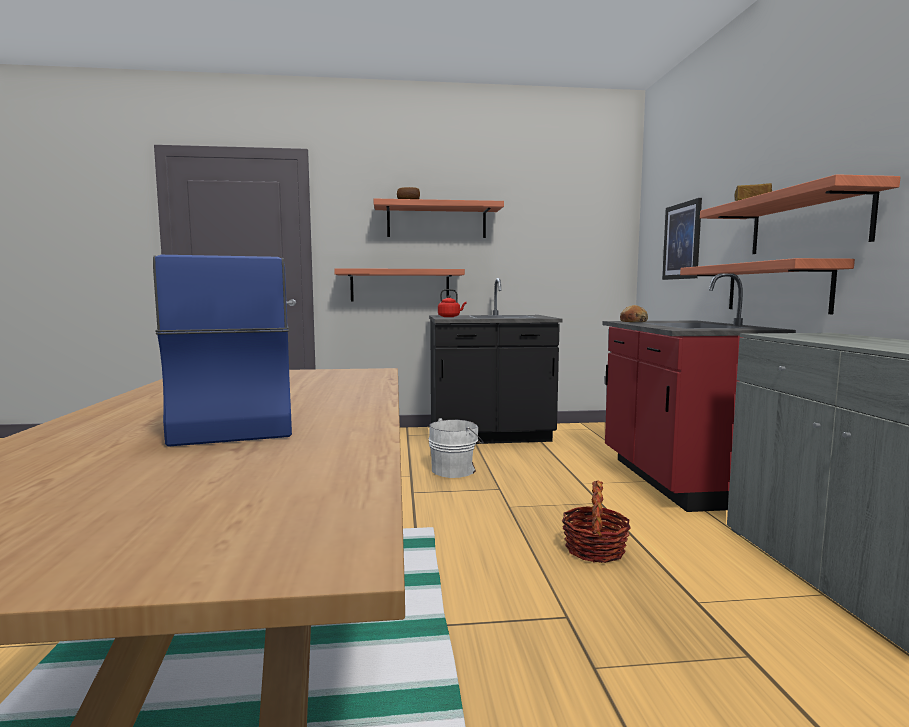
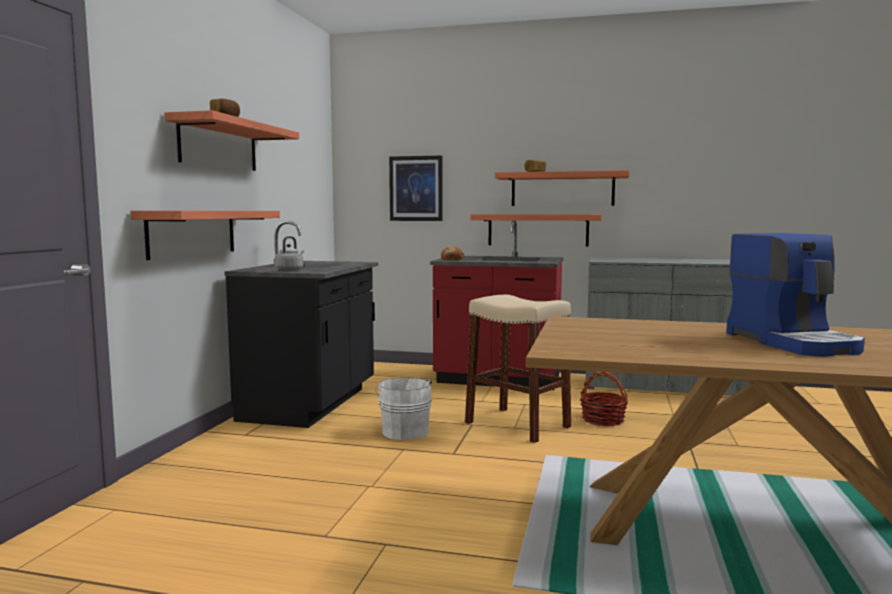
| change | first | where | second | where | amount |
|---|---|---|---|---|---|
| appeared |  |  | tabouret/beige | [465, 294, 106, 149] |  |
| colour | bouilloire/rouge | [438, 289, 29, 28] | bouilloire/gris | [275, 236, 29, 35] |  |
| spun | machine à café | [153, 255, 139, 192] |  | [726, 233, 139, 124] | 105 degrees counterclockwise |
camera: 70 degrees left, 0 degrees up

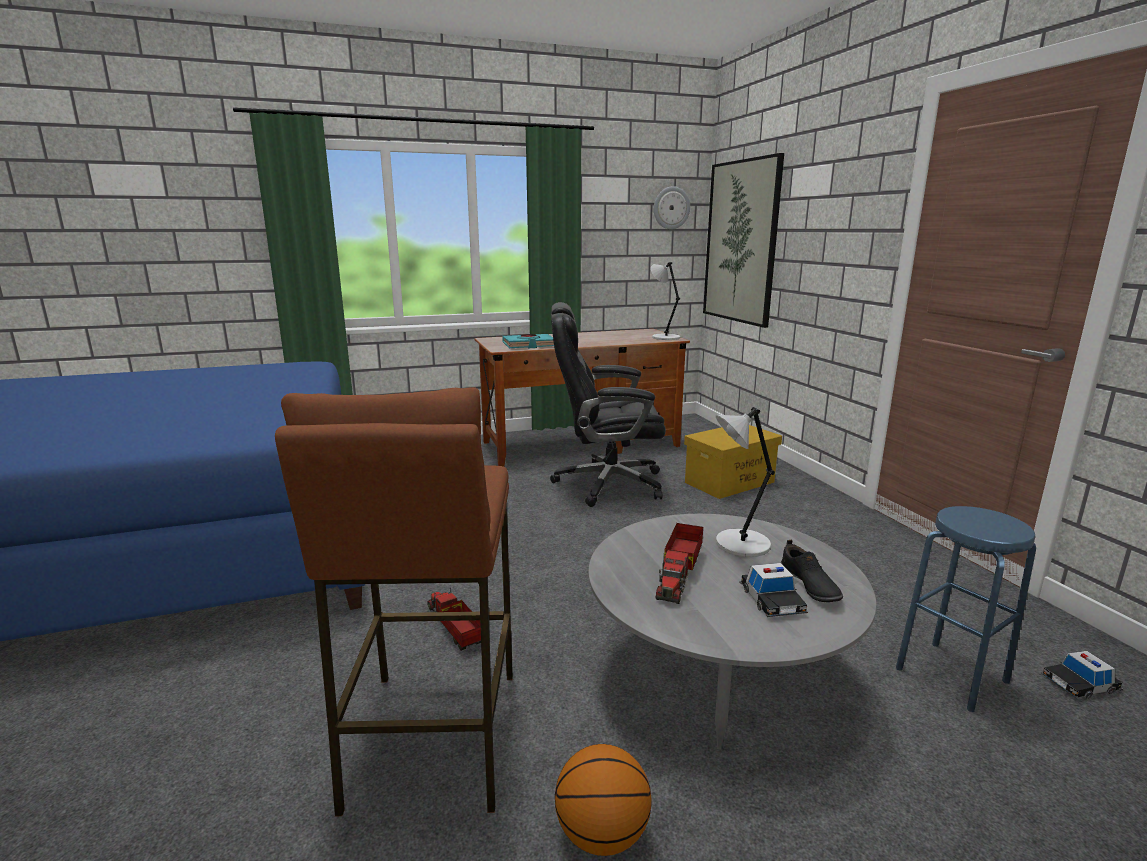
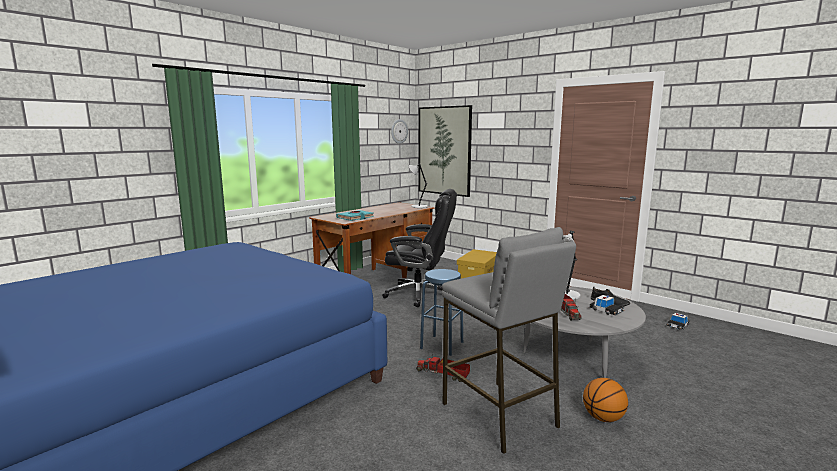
| change | first | where | second | where | amount |
|---|---|---|---|---|---|
| relocated | tabouret/bleu | [896, 506, 140, 206] |  | [420, 269, 43, 87] |  |
| colour | tabouret/marron | [275, 387, 238, 429] | tabouret/gris | [442, 227, 134, 227] |  |
| spun | chaise de bureau/noir | [550, 302, 116, 205] |  | [382, 189, 75, 118] | 135 degrees counterclockwise |
camera: 30 degrees left, 5 degrees down

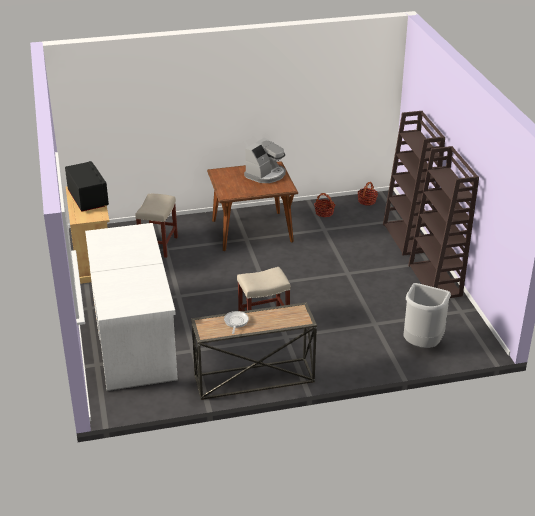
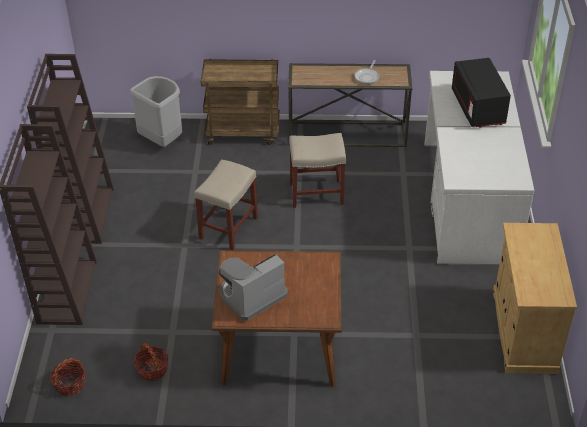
| change | first | where | second | where | amount |
|---|---|---|---|---|---|
| appeared |  |  | chariot/marron | [201, 59, 79, 86] |  |
| relocated | micro-ondes/noir | [65, 161, 44, 51] |  | [452, 58, 59, 69] |  |
| relocated | tabouret/beige | [136, 194, 42, 64] |  | [194, 159, 64, 91] |  |
camera: 165 degrees left, 10 degrees up

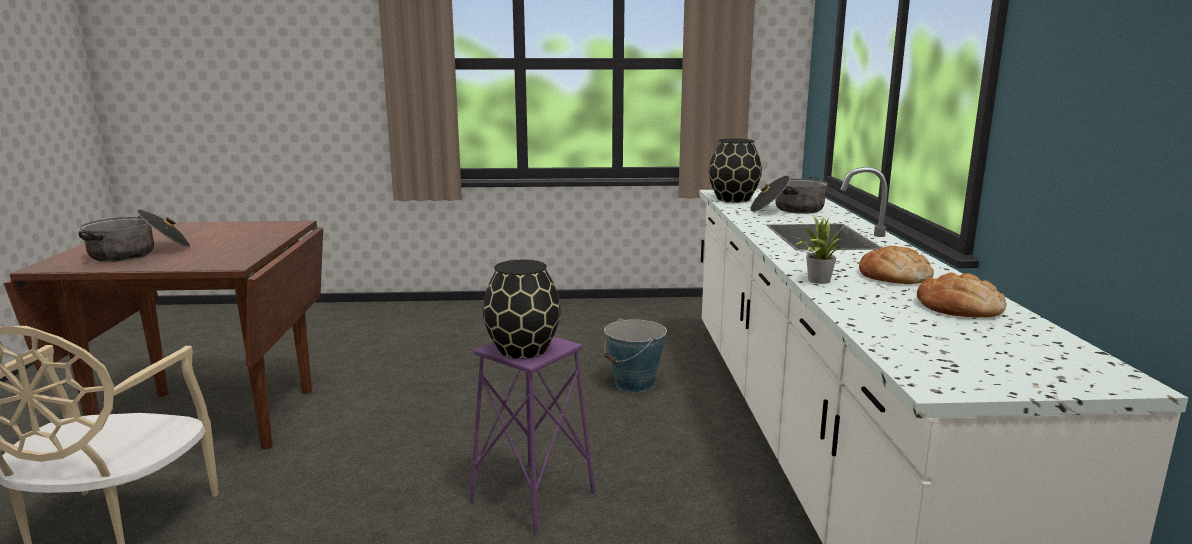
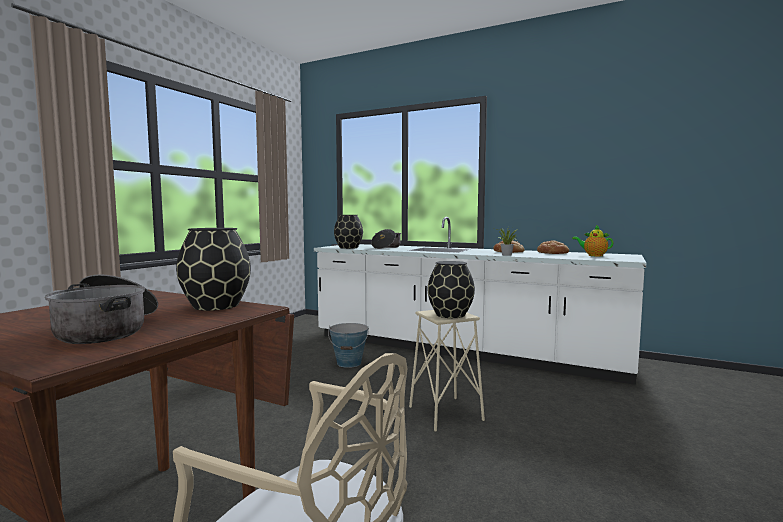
| change | first | where | second | where | amount |
|---|---|---|---|---|---|
| appeared |  |  | vase/noir | [176, 228, 75, 83] |  |
| appeared |  |  | théière | [572, 225, 41, 31] |  |
| colour | tabouret/violet | [470, 337, 125, 198] | tabouret/beige | [409, 310, 76, 122] |  |
camera: 60 degrees left, 10 degrees down

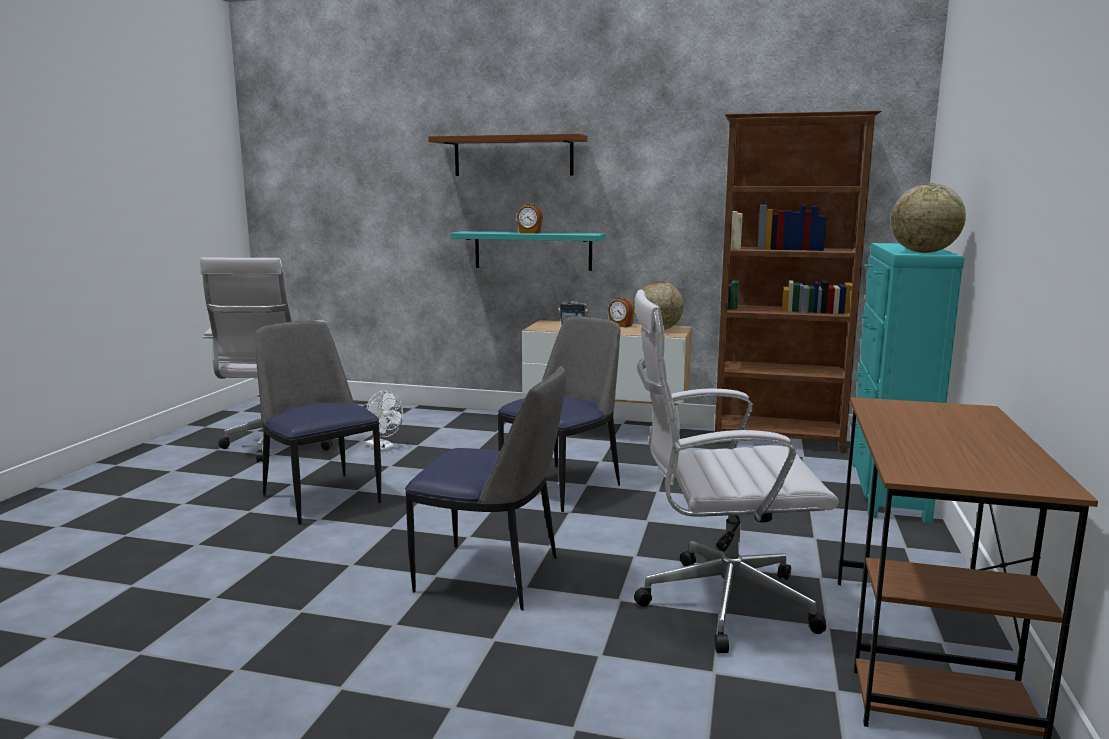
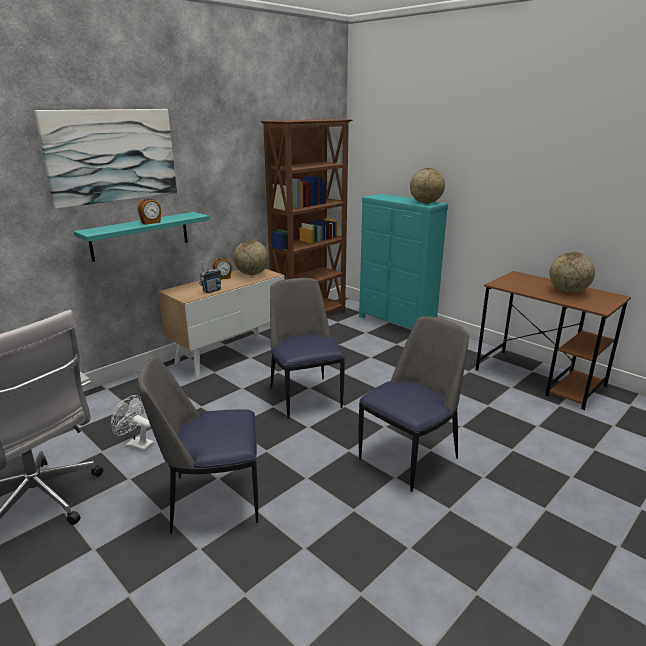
| change | first | where | second | where | amount |
|---|---|---|---|---|---|
| missing | chaise de bureau/blanc | [634, 290, 205, 363] |  |  |  |
| appeared |  |  | globe | [550, 252, 45, 41] |  |
| exchanged | étagère/marron | [428, 134, 160, 42] | tableau | [34, 109, 143, 100] |  |
| spun | ventilateur/blanc | [365, 391, 38, 60] |  | [111, 395, 43, 57] | 135 degrees counterclockwise |
camera: 60 degrees left, 10 degrees up

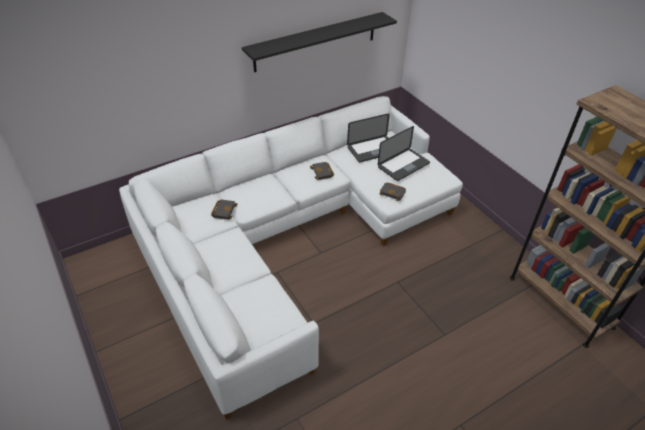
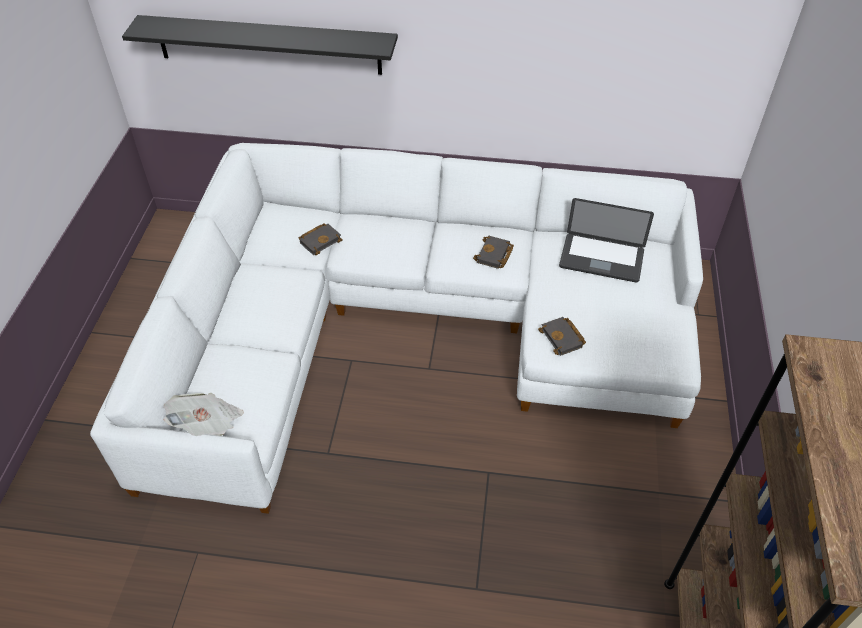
| change | first | where | second | where | amount |
|---|---|---|---|---|---|
| missing | ordinateur portable | [378, 126, 52, 55] |  |  |  |
| appeared |  |  | journal | [163, 393, 81, 43] |  |
| relocated | étagère/noir | [242, 12, 155, 60] |  | [122, 15, 276, 60] |  |
camera: 40 degrees right, 5 degrees up

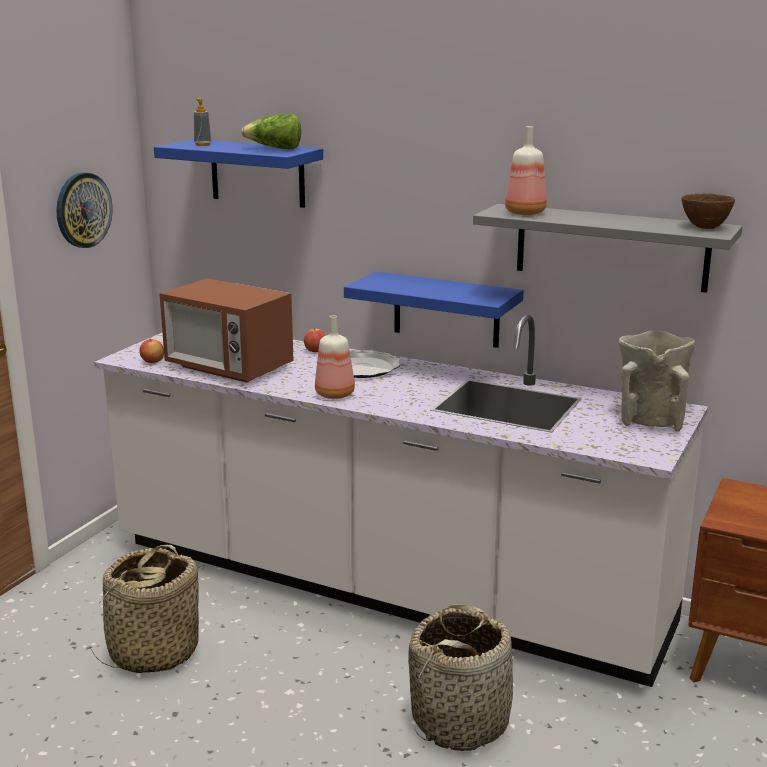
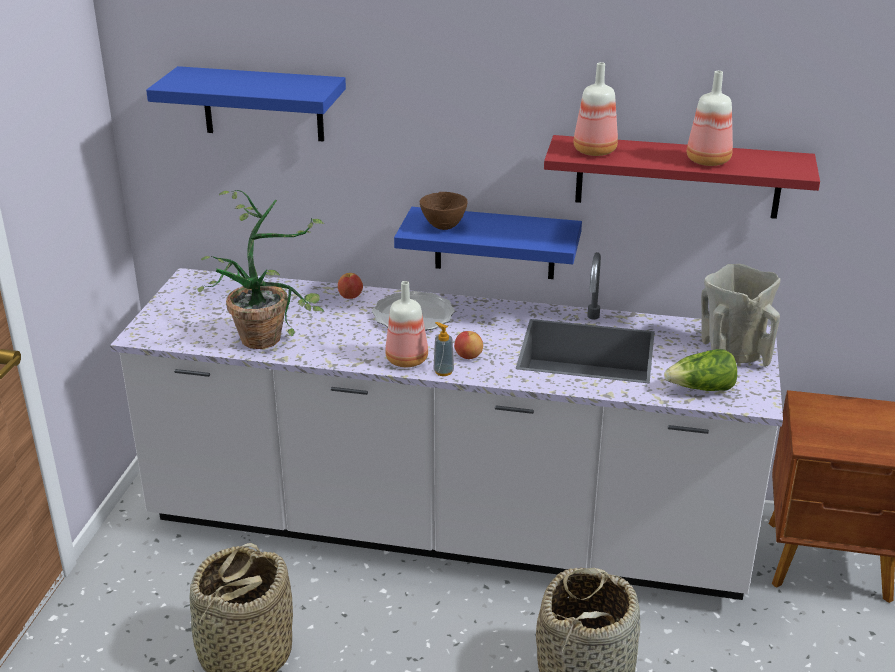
| change | first | where | second | where | amount |
|---|---|---|---|---|---|
| missing | horloge murale | [56, 172, 57, 76] |  |  |  |
| appeared |  |  | bouteille | [687, 71, 46, 95] |  |
| relocated | pomme | [139, 338, 25, 25] |  | [454, 331, 29, 28] |  |
| relocated | distributeur de savon | [194, 98, 17, 48] |  | [433, 322, 21, 54] |  |
| relocated | laitue | [241, 114, 60, 35] |  | [664, 349, 73, 42] |  |
| relocated | bol/marron | [682, 193, 53, 36] |  | [420, 192, 47, 38] |  |
| exchanged | micro-ondes | [159, 278, 135, 104] | plante en pot | [197, 190, 127, 159] |  |
| colour | étagère/gris | [473, 204, 269, 89] | étagère/rouge | [544, 135, 276, 84] |  |
camera: 15 degrees left, 10 degrees up

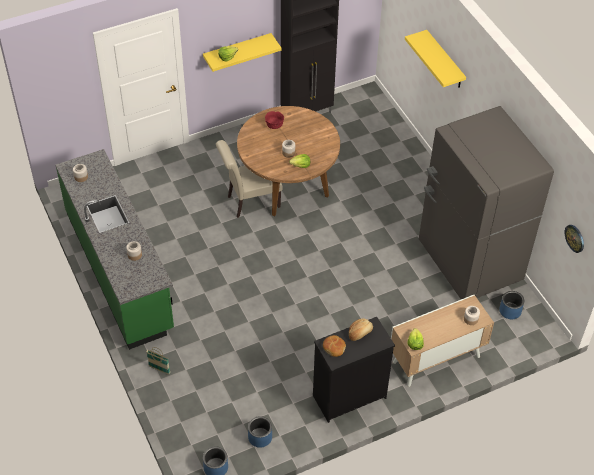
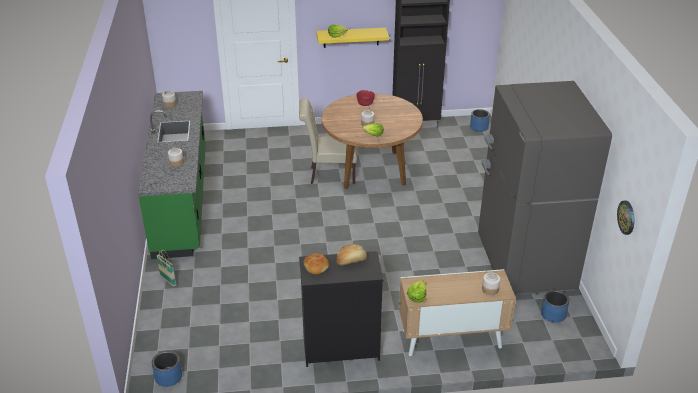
| change | first | where | second | where | amount |
|---|---|---|---|---|---|
| missing | étagère/jaune | [405, 30, 61, 58] |  |  |  |
| relocated | cache-pot/bleu | [248, 416, 24, 32] |  | [470, 109, 20, 23] |  |
camera: 20 degrees right, 15 degrees down

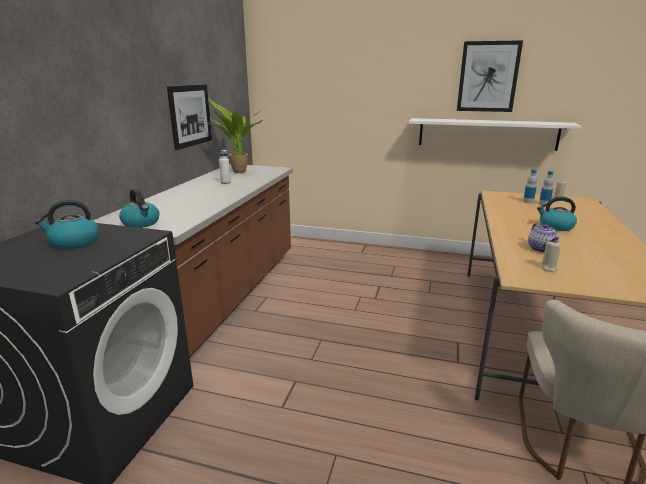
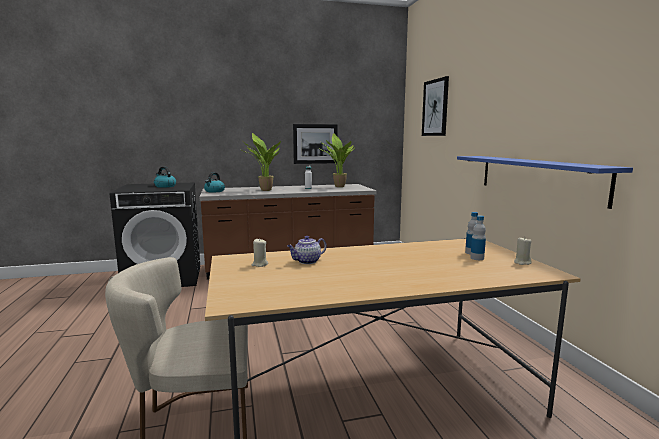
| change | first | where | second | where | amount |
|---|---|---|---|---|---|
| missing | bouilloire | [537, 197, 40, 34] |  |  |  |
| appeared |  |  | plante en pot | [243, 133, 38, 58] |  |
| relocated | tableau | [457, 40, 66, 72] |  | [422, 76, 27, 60] |  |
| colour | étagère/blanc | [409, 118, 172, 33] | étagère/bleu | [457, 156, 176, 53] |  |
camera: 60 degrees right, 10 degrees down

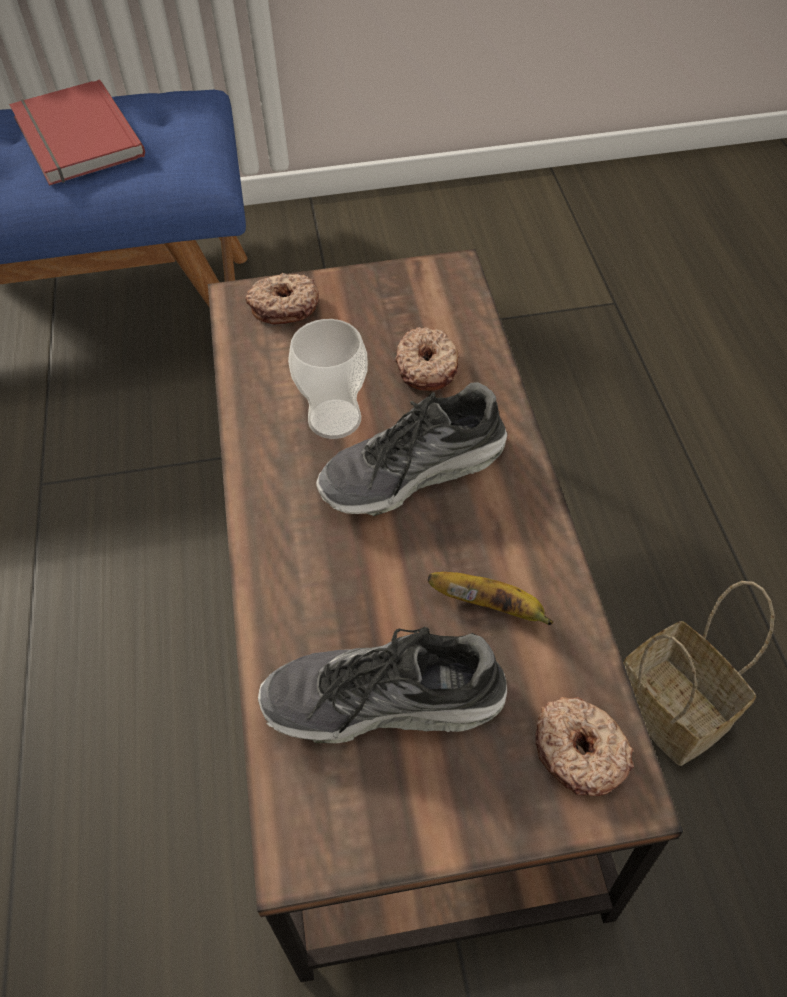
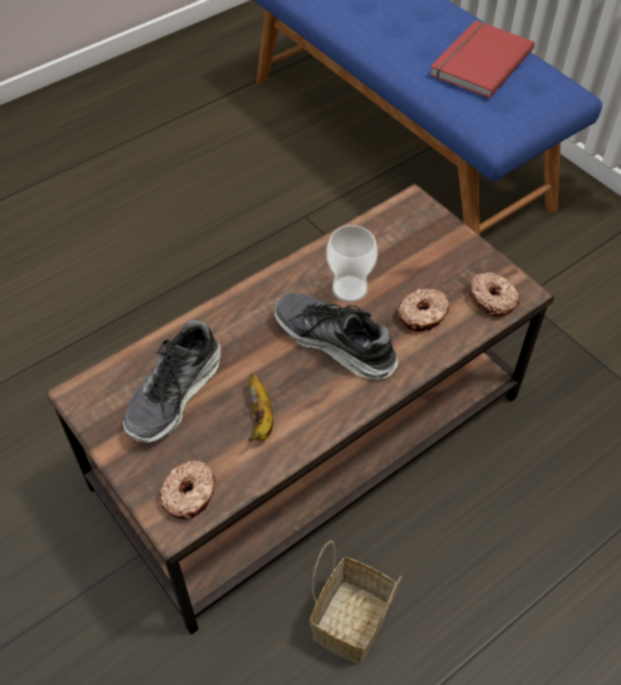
| change | first | where | second | where | amount |
|---|---|---|---|---|---|
| relocated | beignet | [245, 273, 74, 51] |  | [469, 272, 51, 44] |  |
| spun | chaussure | [258, 627, 249, 116] |  | [123, 320, 98, 122] | 120 degrees counterclockwise |
camera: 60 degrees right, 0 degrees up

